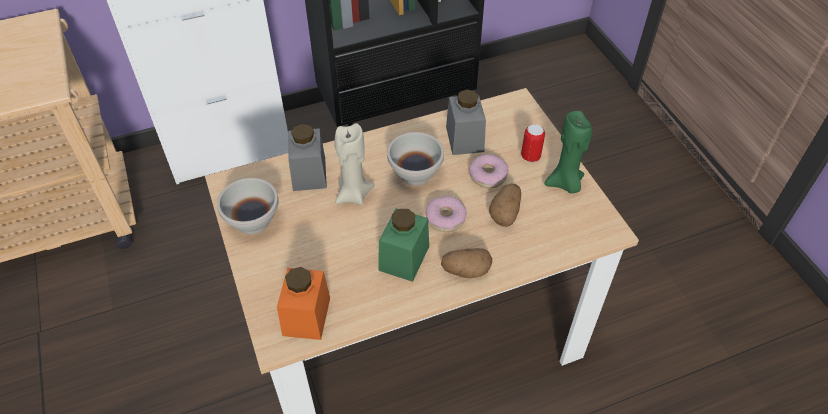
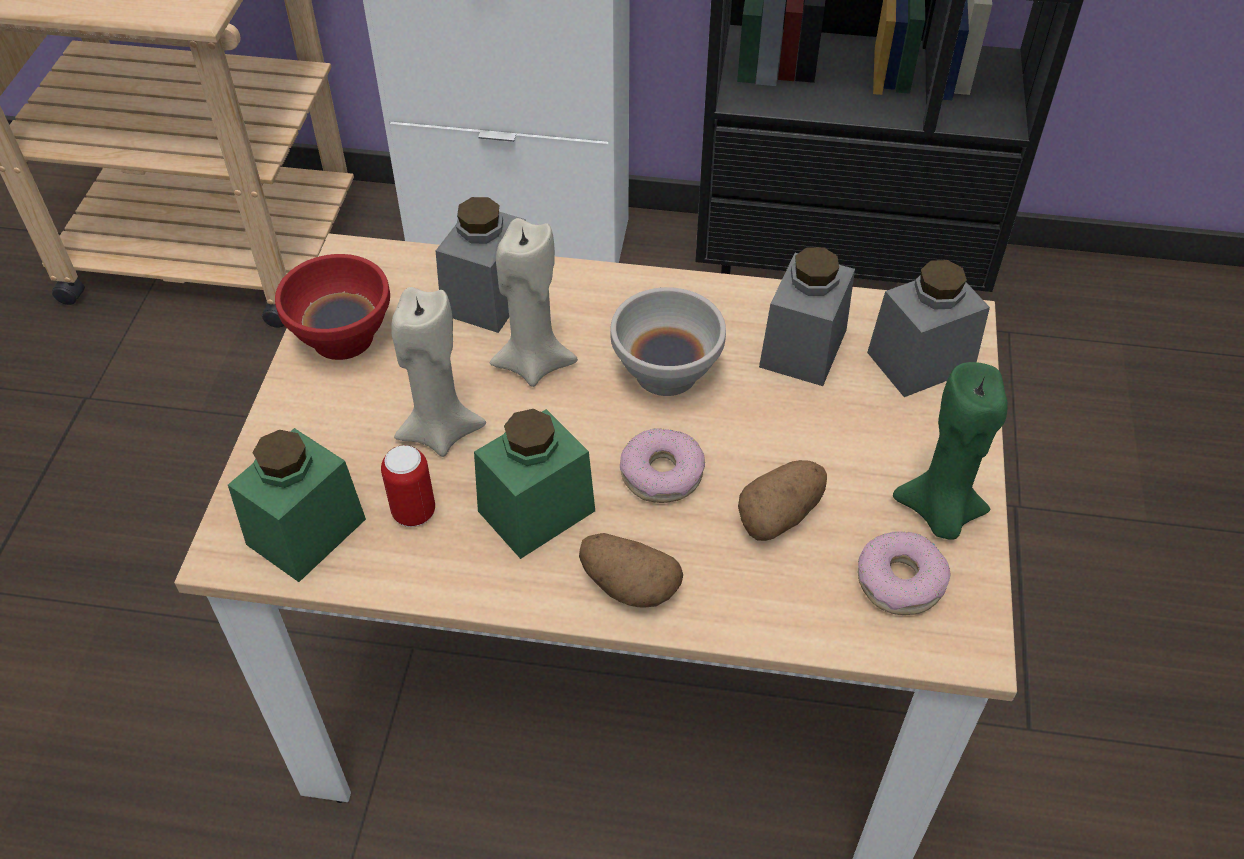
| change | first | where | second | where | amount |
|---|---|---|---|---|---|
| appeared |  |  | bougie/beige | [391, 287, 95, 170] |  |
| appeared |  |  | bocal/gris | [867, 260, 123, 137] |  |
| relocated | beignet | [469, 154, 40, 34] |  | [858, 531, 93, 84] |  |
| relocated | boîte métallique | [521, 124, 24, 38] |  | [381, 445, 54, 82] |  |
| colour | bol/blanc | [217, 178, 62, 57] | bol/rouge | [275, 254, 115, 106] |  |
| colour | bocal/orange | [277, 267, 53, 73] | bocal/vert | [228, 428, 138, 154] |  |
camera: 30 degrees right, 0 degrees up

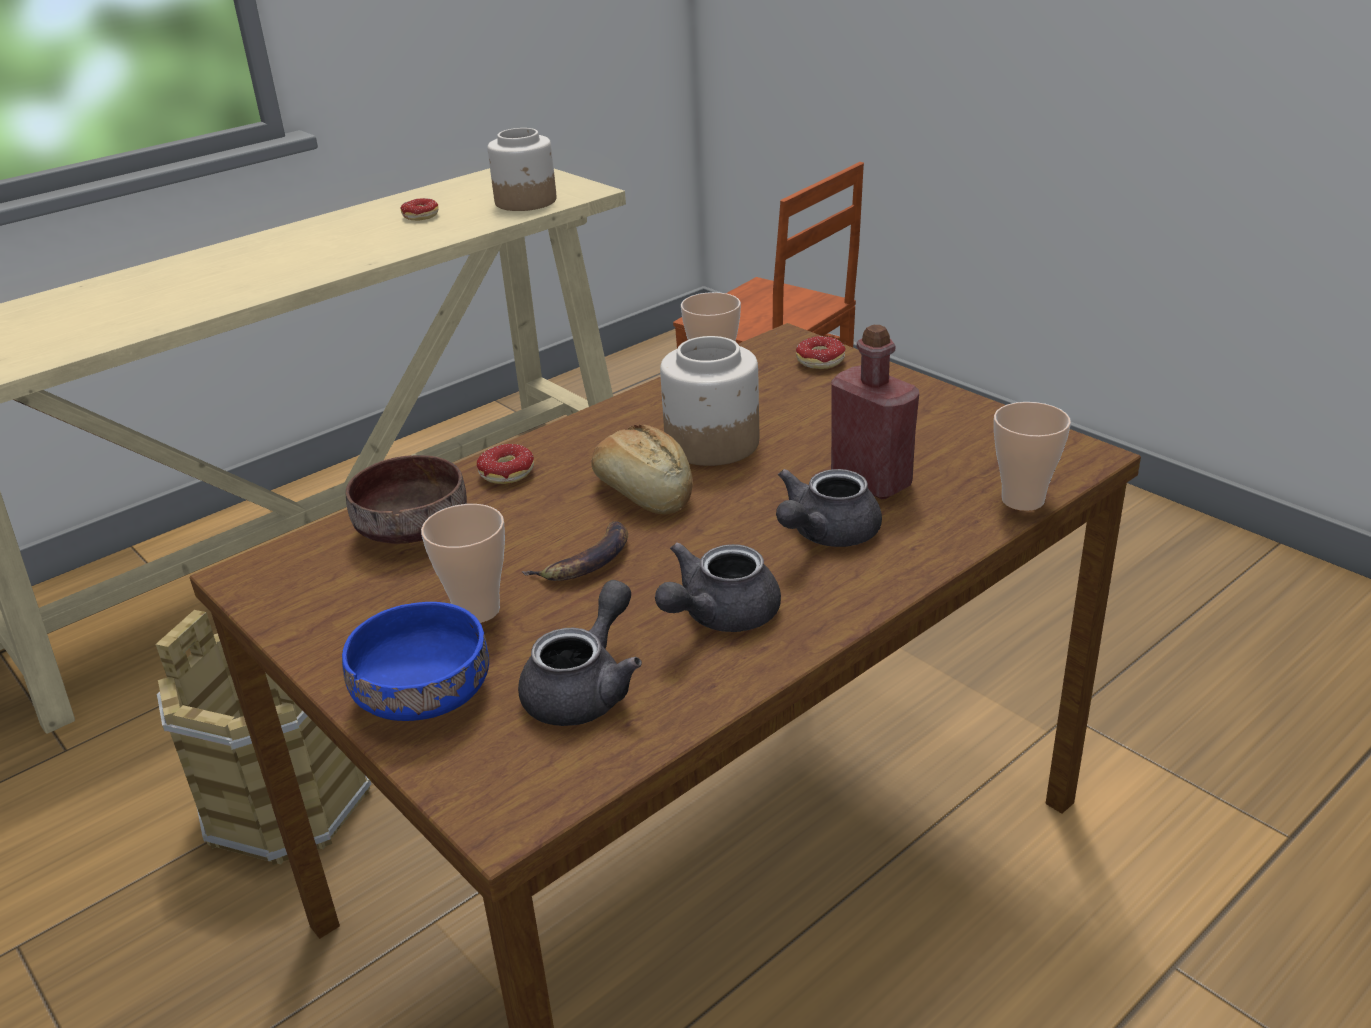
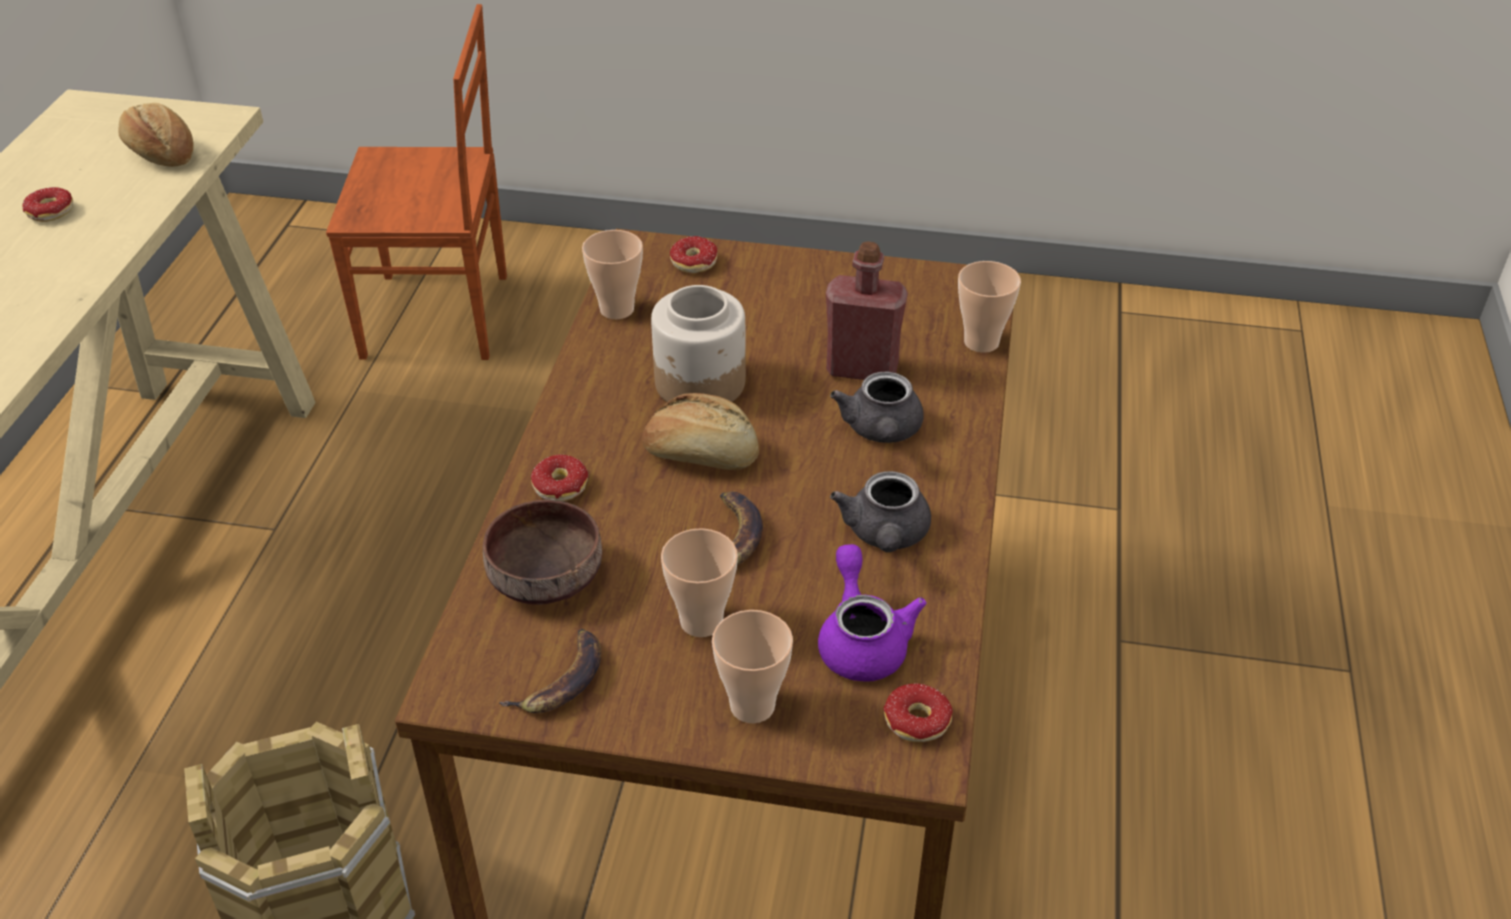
| change | first | where | second | where | amount |
|---|---|---|---|---|---|
| appeared |  |  | banane | [499, 629, 102, 84] |  |
| appeared |  |  | beignet | [883, 683, 70, 73] |  |
| exchanged | bol/bleu | [342, 602, 147, 119] | tasse | [712, 610, 81, 113] |  |
| exchanged | bocal | [487, 128, 70, 83] | pain | [119, 103, 75, 64] |  |
| colour | théière/gris | [518, 580, 124, 146] | théière/violet | [818, 544, 108, 138] |  |
camera: 40 degrees left, 10 degrees up

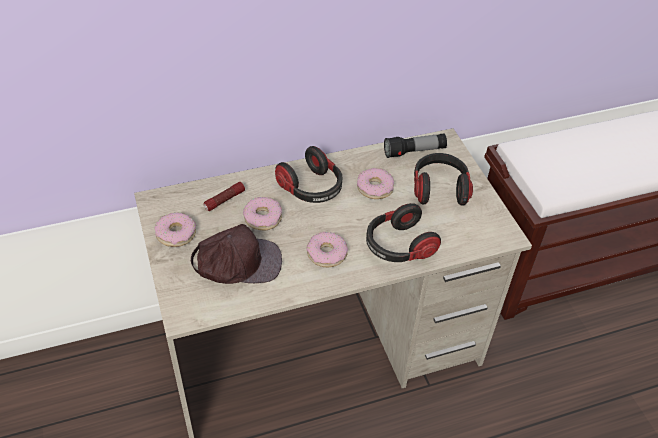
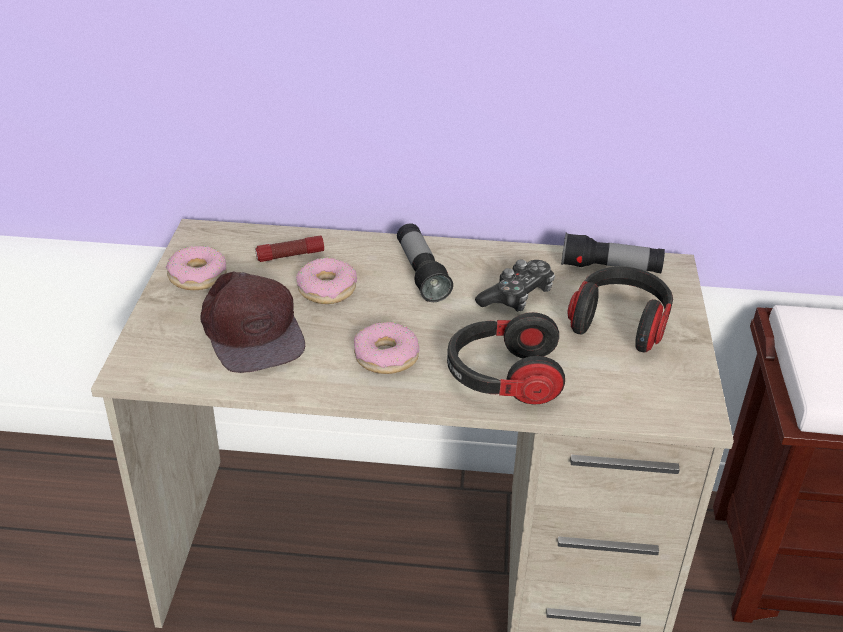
| change | first | where | second | where | amount |
|---|---|---|---|---|---|
| exchanged | casque audio | [275, 146, 68, 57] | lampe de poche | [397, 224, 56, 78] |  |
| exchanged | beignet | [357, 168, 37, 31] | manette | [475, 260, 80, 52] |  |
| spun | casquette/marron | [191, 224, 91, 60] |  | [200, 271, 105, 102] | 45 degrees clockwise |
camera: 25 degrees right, 10 degrees down

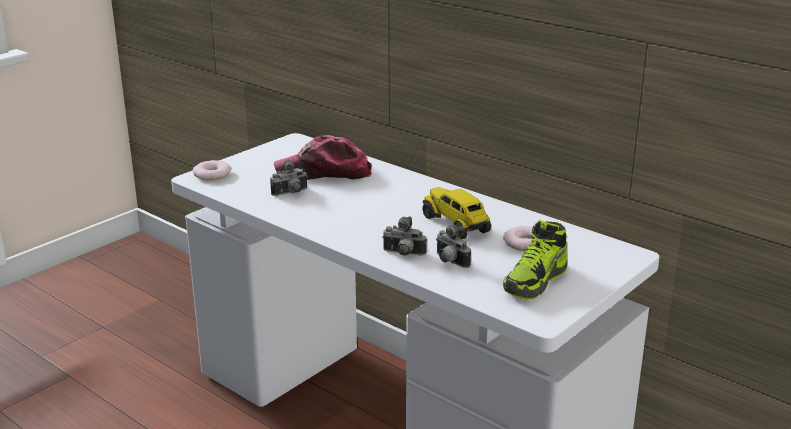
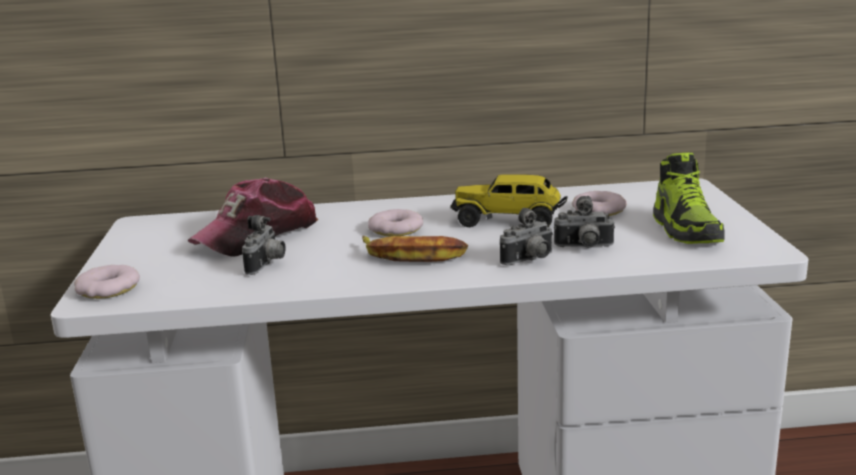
| change | first | where | second | where | amount |
|---|---|---|---|---|---|
| appeared |  |  | banane | [362, 236, 106, 26] |  |
| appeared |  |  | beignet | [368, 209, 55, 28] |  |
camera: 45 degrees left, 5 degrees down

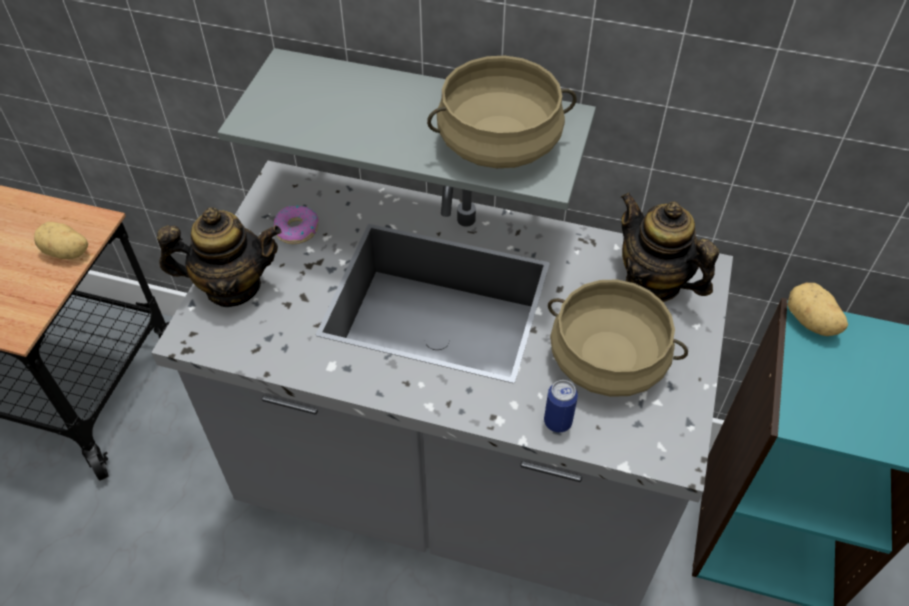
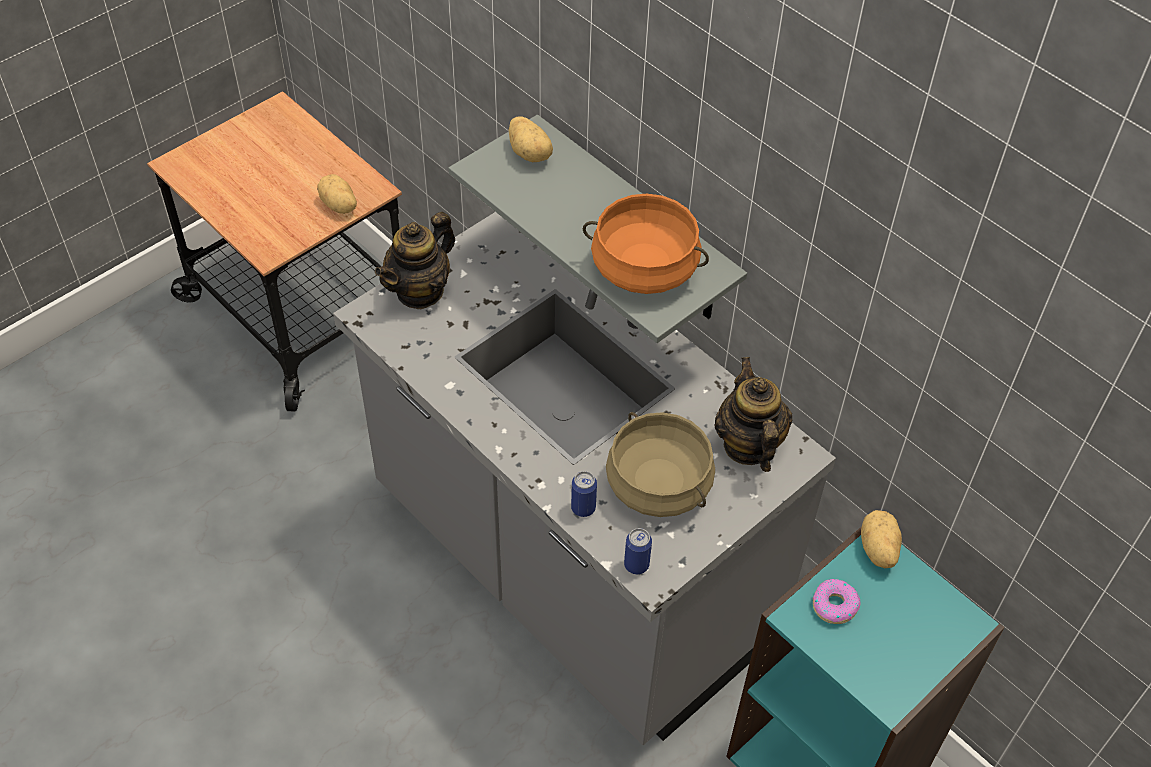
| change | first | where | second | where | amount |
|---|---|---|---|---|---|
| appeared |  |  | pomme de terre | [509, 117, 44, 45] |  |
| appeared |  |  | boîte métallique | [624, 528, 28, 46] |  |
| relocated | beignet | [274, 206, 45, 38] |  | [813, 579, 47, 45] |  |
| colour | marmite/beige | [427, 56, 150, 112] | marmite/orange | [583, 194, 126, 100] |  |
| spun | théière | [157, 208, 125, 99] |  | [375, 212, 80, 97] | 105 degrees clockwise |
camera: 30 degrees right, 0 degrees up

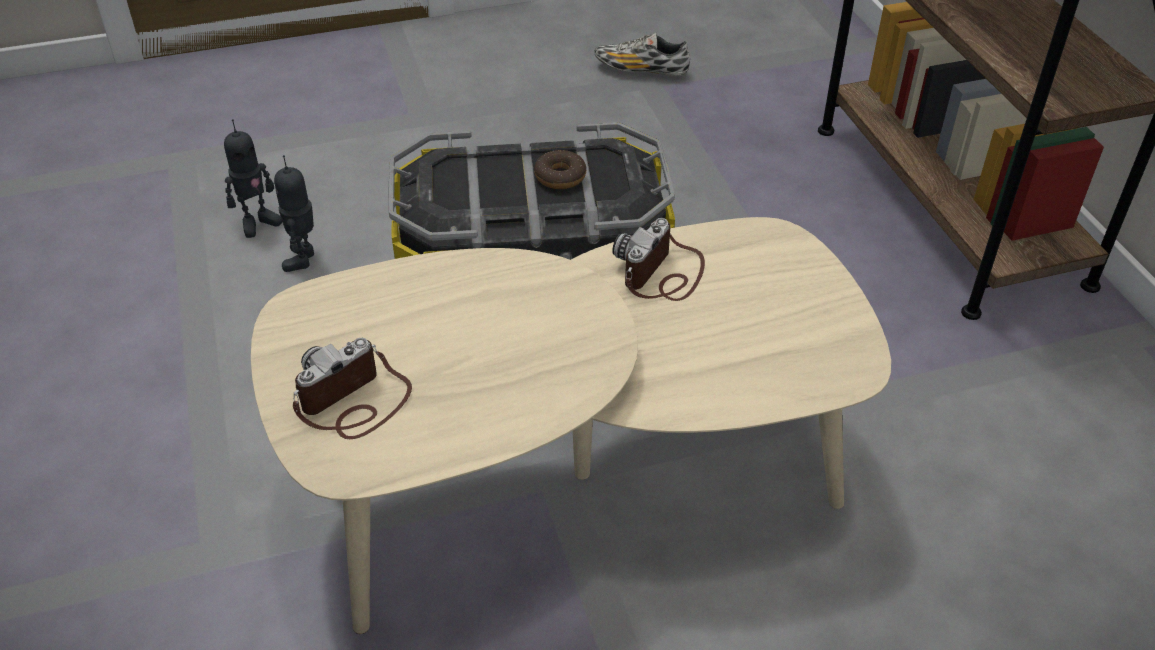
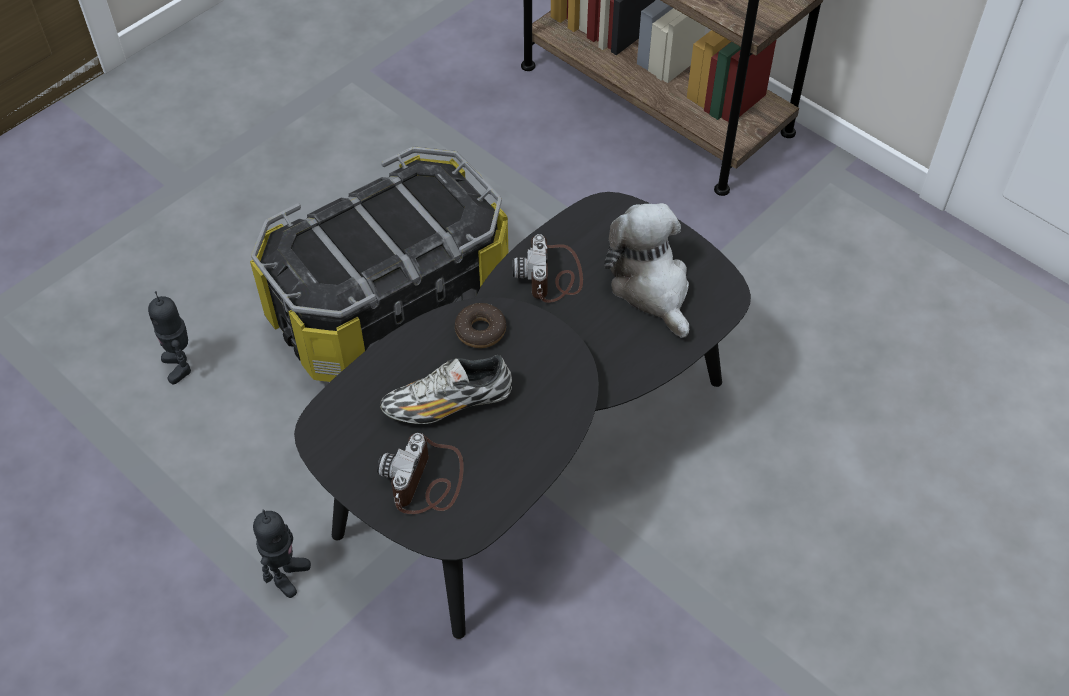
| change | first | where | second | where | amount |
|---|---|---|---|---|---|
| appeared |  |  | peluche | [604, 203, 85, 135] |  |
| relocated | robot jouet | [224, 119, 58, 119] |  | [253, 509, 58, 89] |  |
| relocated | beignet | [534, 150, 52, 39] |  | [455, 303, 51, 45] |  |
| relocated | chaussure | [594, 33, 96, 43] |  | [380, 355, 132, 69] |  |
| colour | table basse/beige | [251, 217, 640, 417] | table basse/noir | [294, 192, 457, 447] |  |
camera: 30 degrees left, 10 degrees up

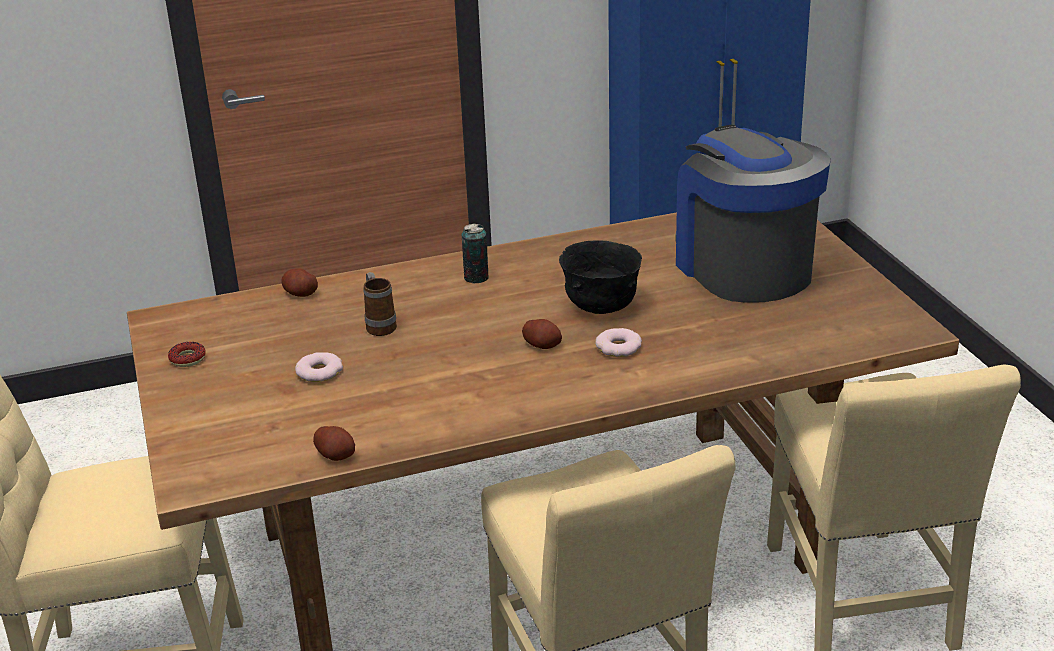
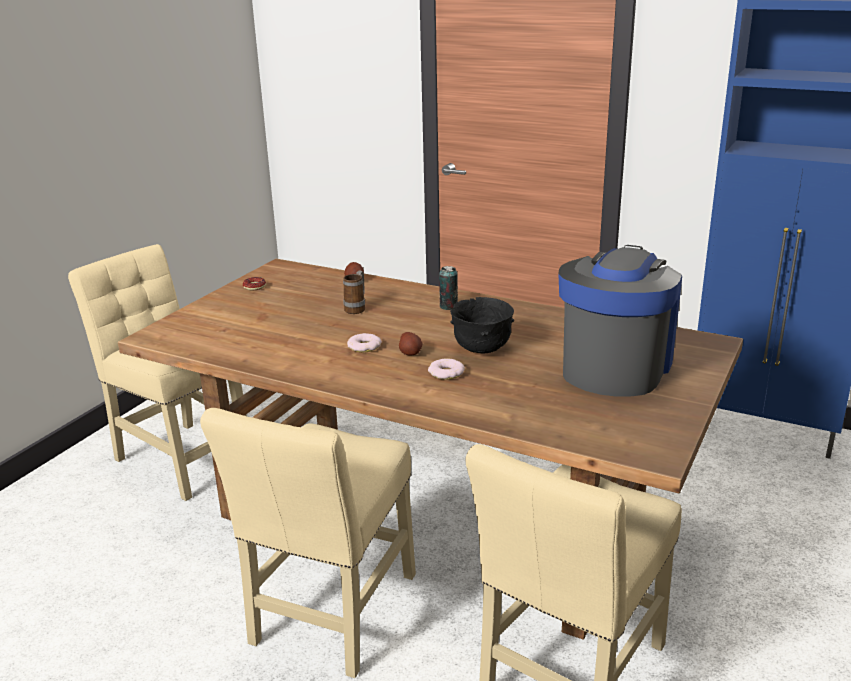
| change | first | where | second | where | amount |
|---|---|---|---|---|---|
| missing | pomme de terre | [313, 426, 42, 35] |  |  |  |
| relocated | beignet | [295, 352, 48, 30] |  | [347, 333, 35, 19] |  |
camera: 45 degrees right, 5 degrees down

